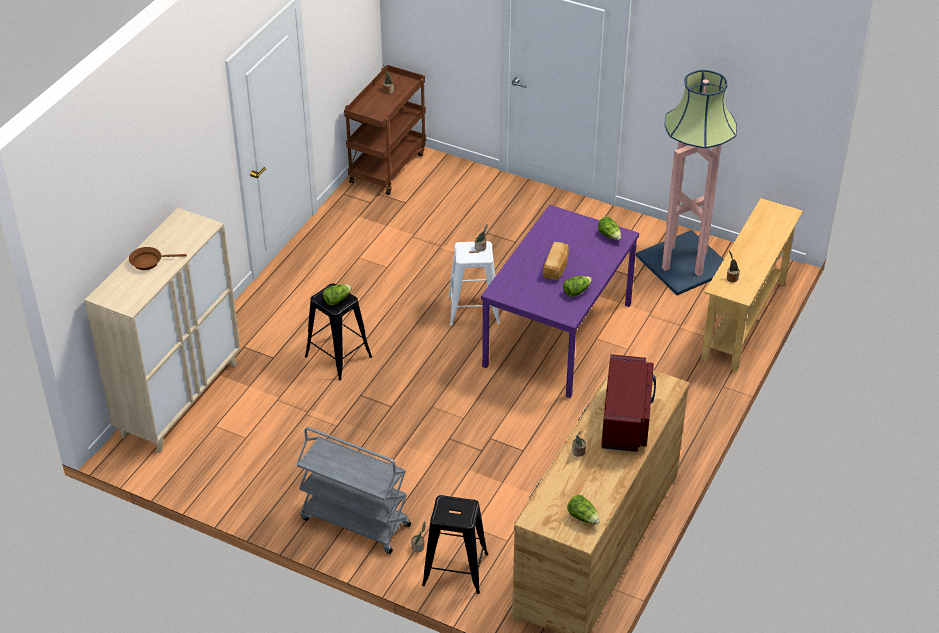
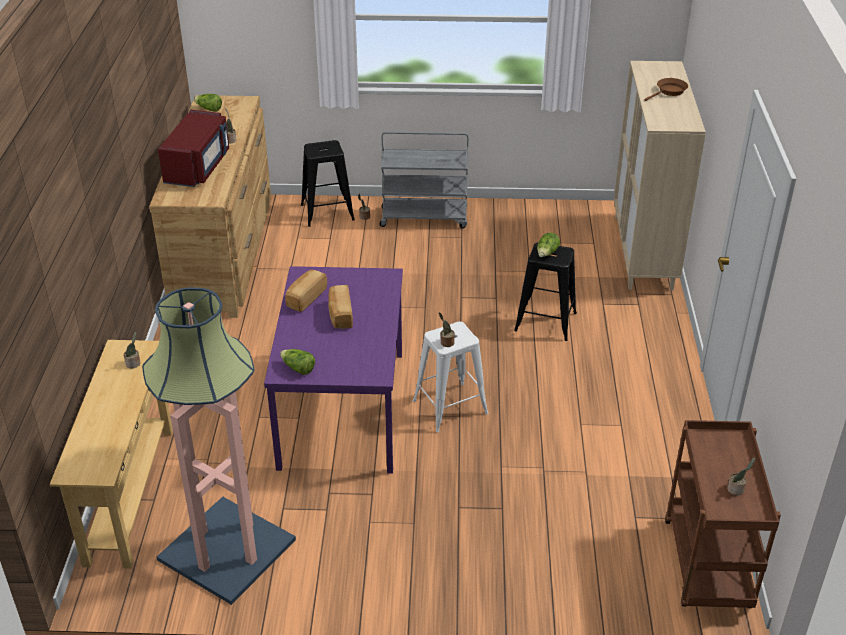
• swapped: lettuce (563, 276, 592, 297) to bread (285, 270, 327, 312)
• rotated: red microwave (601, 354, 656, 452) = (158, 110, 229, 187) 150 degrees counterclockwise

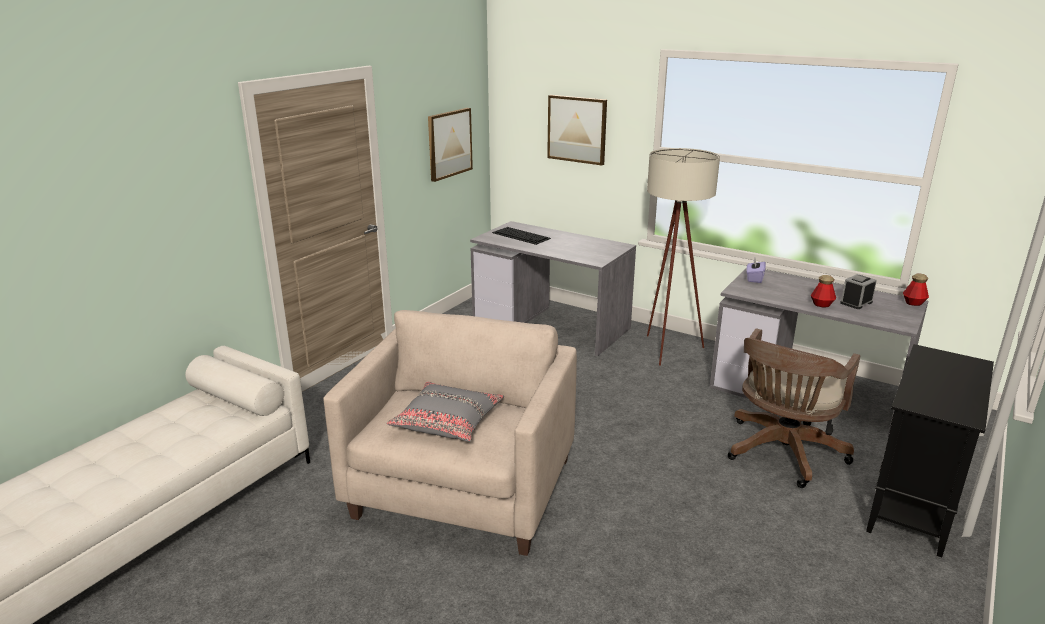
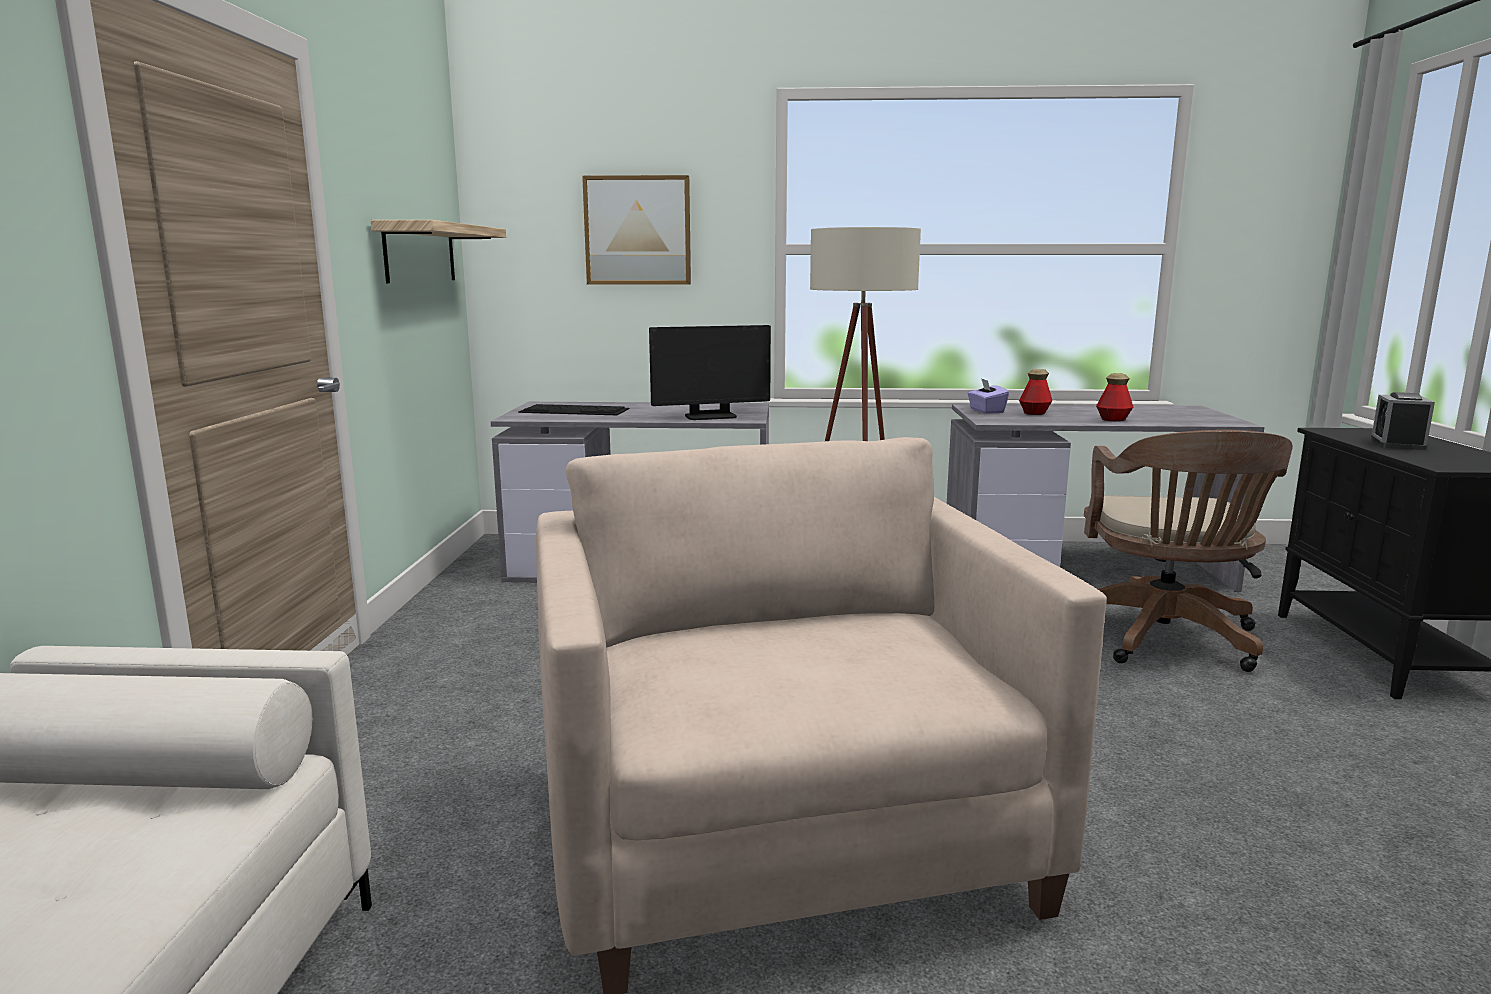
• gone: grey pillow (387, 382, 504, 442)
• swapped: picture (428, 108, 473, 182) to shelf (371, 220, 506, 283)
• shifted: alarm clock (840, 274, 877, 309) to (1371, 392, 1435, 450)
• shifted: bottle (903, 273, 929, 306) to (1019, 369, 1053, 415)
• new: monitor (649, 325, 771, 420)

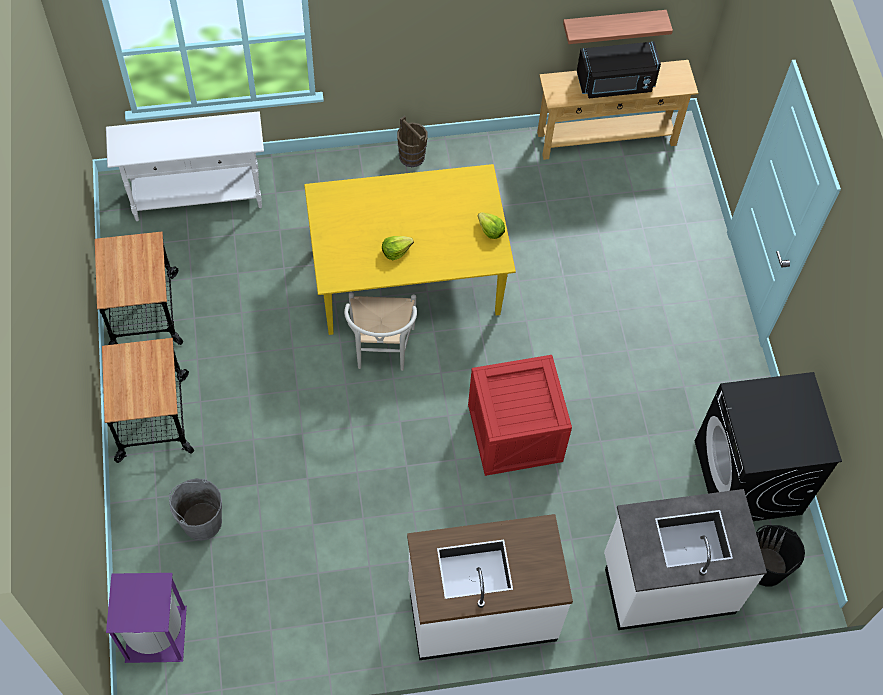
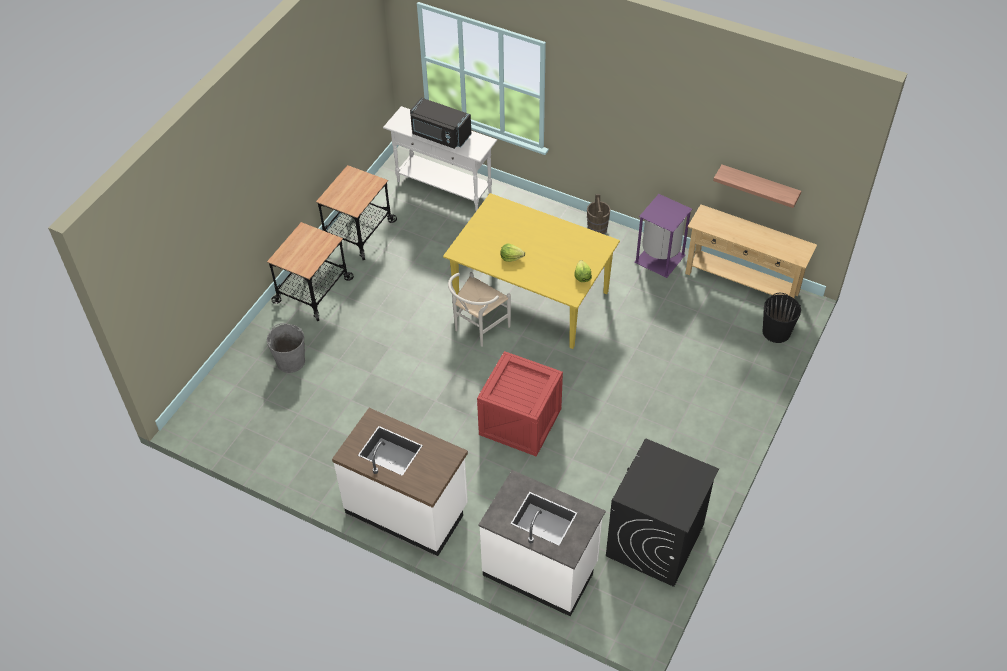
• shifted: purple trash can (106, 573, 187, 663) to (634, 194, 692, 278)
• shifted: black microwave (577, 41, 661, 98) to (410, 97, 471, 149)
• shifted: black bucket (756, 525, 805, 586) to (762, 293, 801, 343)

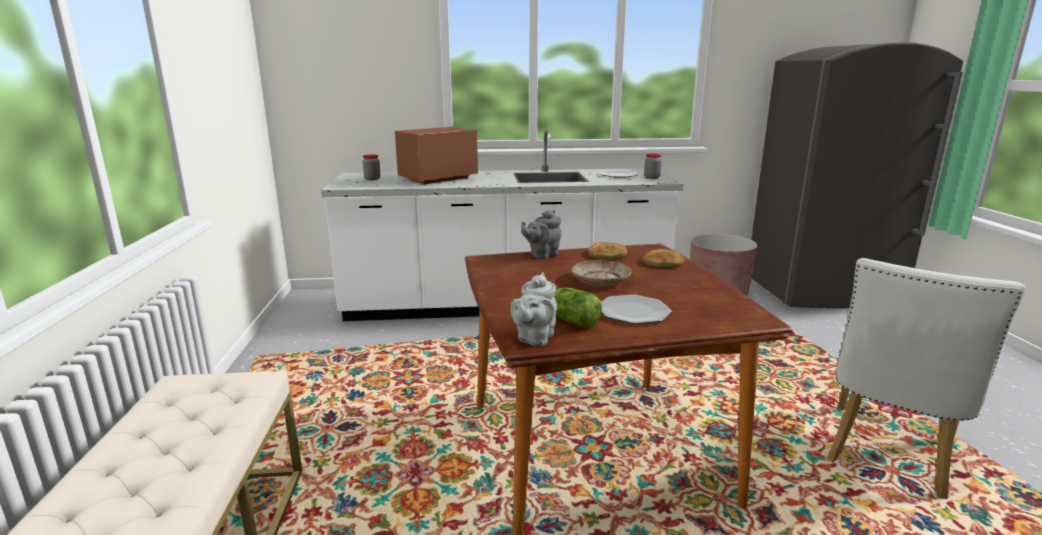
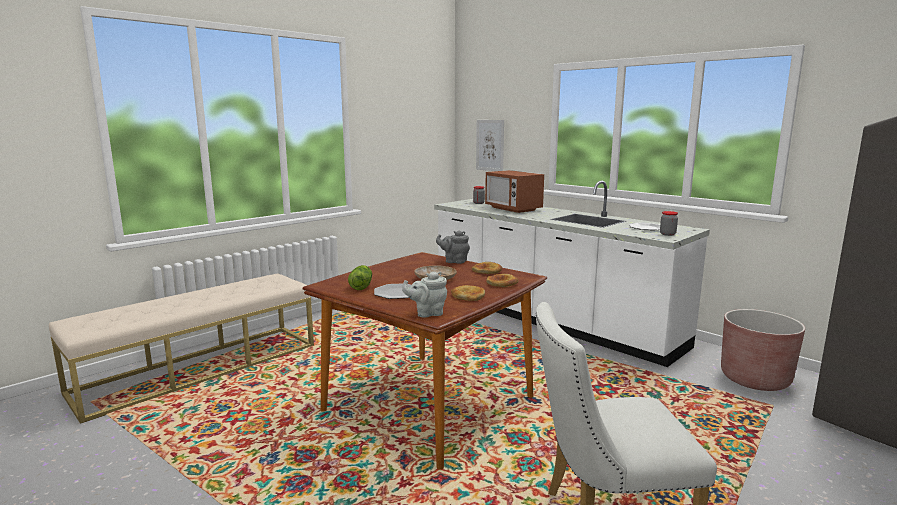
• rotated: microwave (395, 127, 478, 184) = (485, 170, 544, 213) 135 degrees counterclockwise
• shifted: grey teapot (510, 273, 557, 346) to (402, 272, 447, 318)
• new: bread (451, 285, 485, 301)
• new: picture (476, 120, 504, 171)

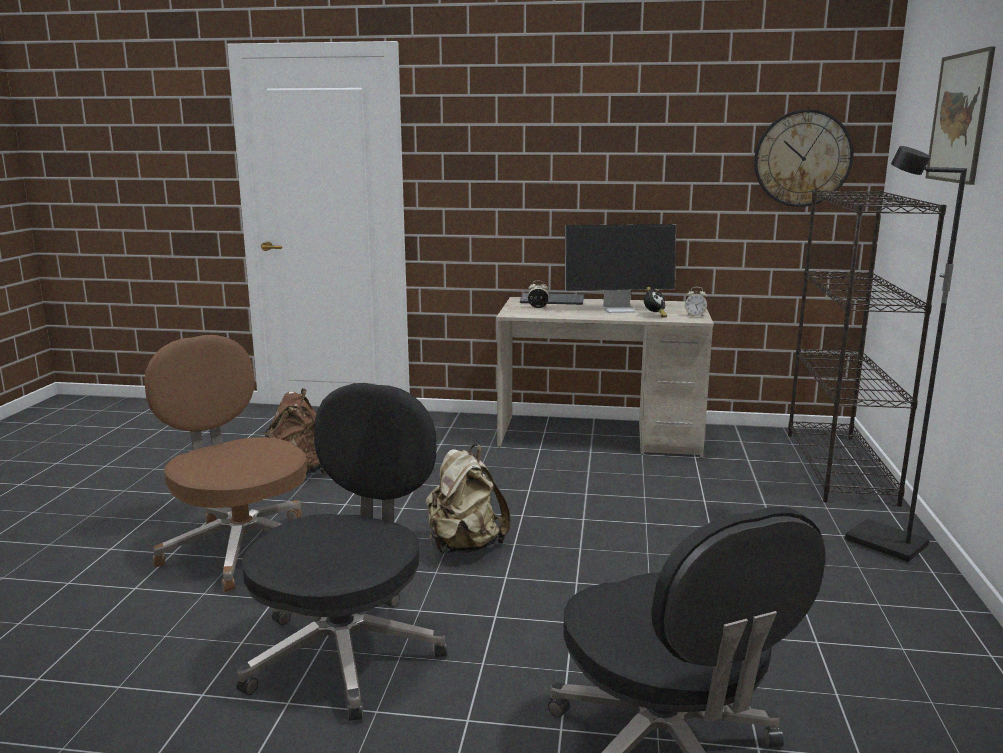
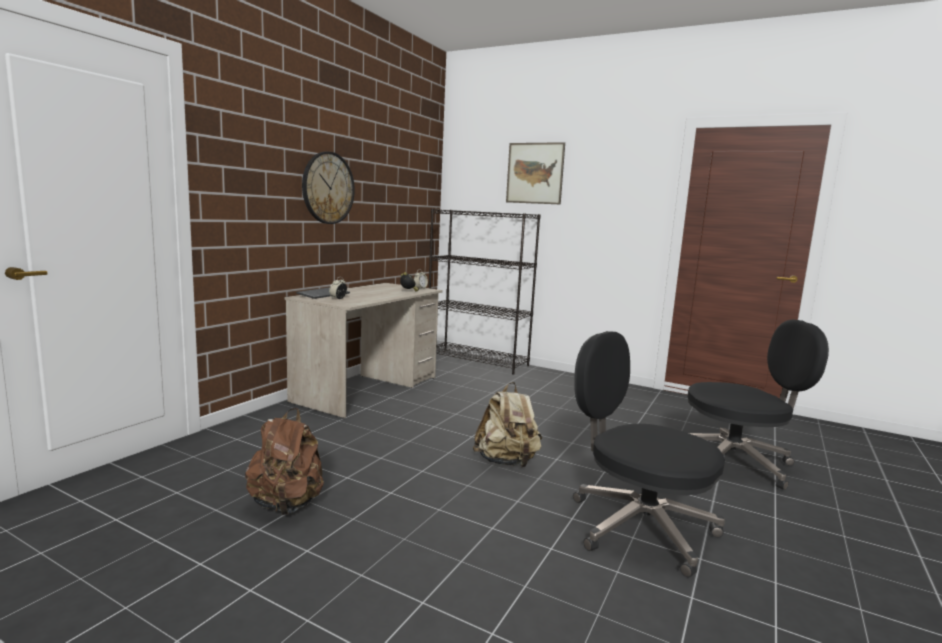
• gone: brown office chair (144, 335, 307, 592)
• gone: monitor (565, 224, 676, 313)
• shifted: wall clock (754, 109, 853, 207) to (302, 151, 355, 224)
• gone: black floor lamp (845, 146, 967, 563)

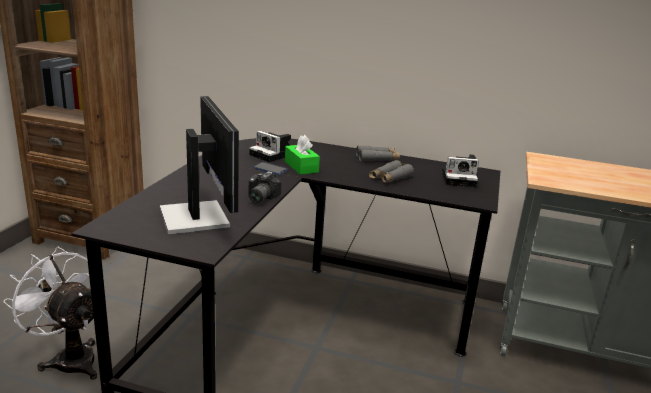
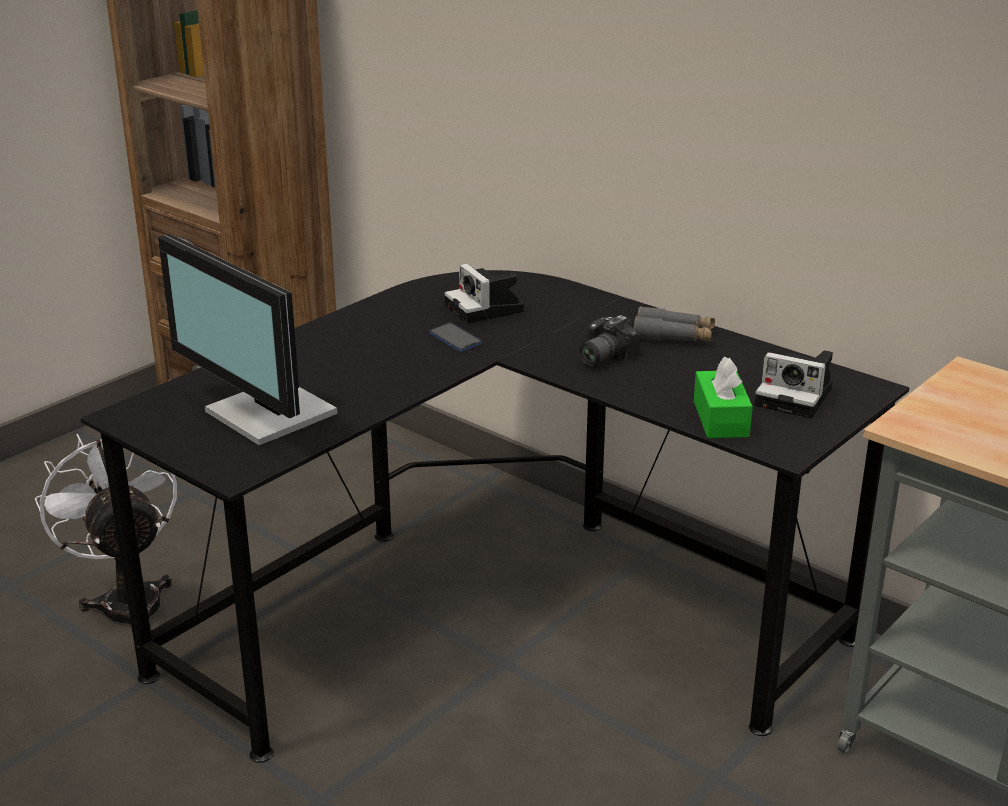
• rotated: monitor (160, 96, 239, 234) = (158, 234, 338, 445) 135 degrees clockwise
• shifted: photo camera (248, 171, 281, 203) to (579, 315, 640, 365)
• shifted: green tissue box (285, 135, 320, 174) to (694, 356, 753, 438)
• gone: grey binoculars (369, 160, 414, 183)

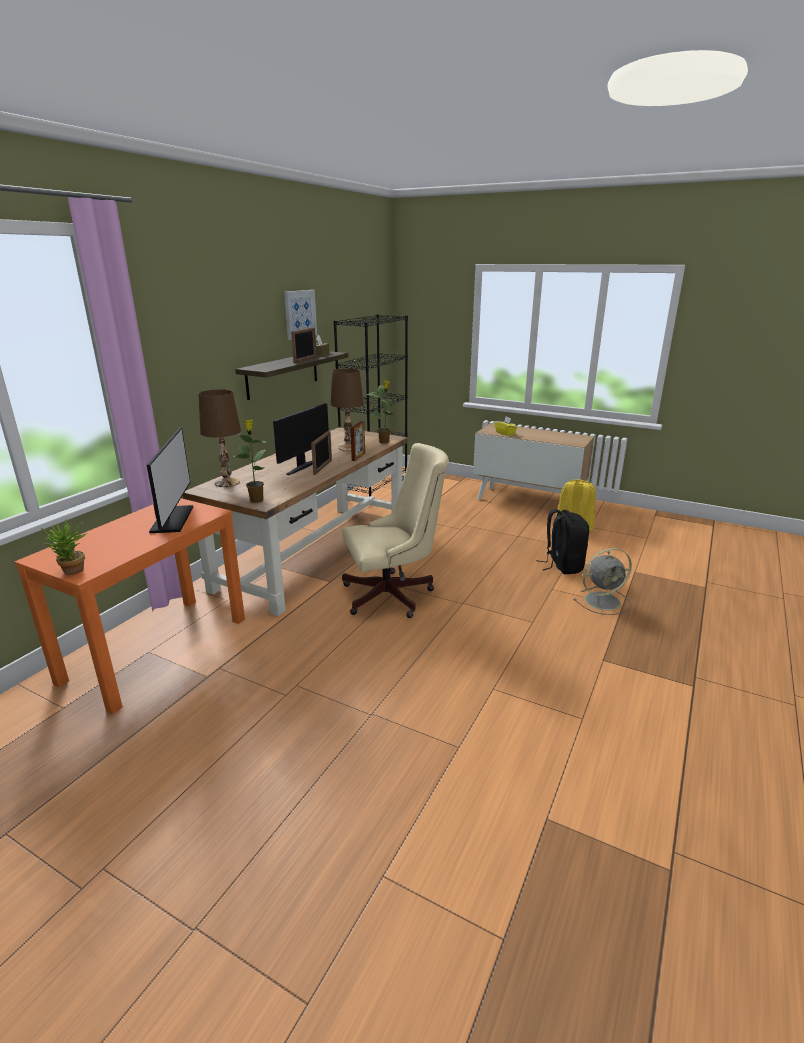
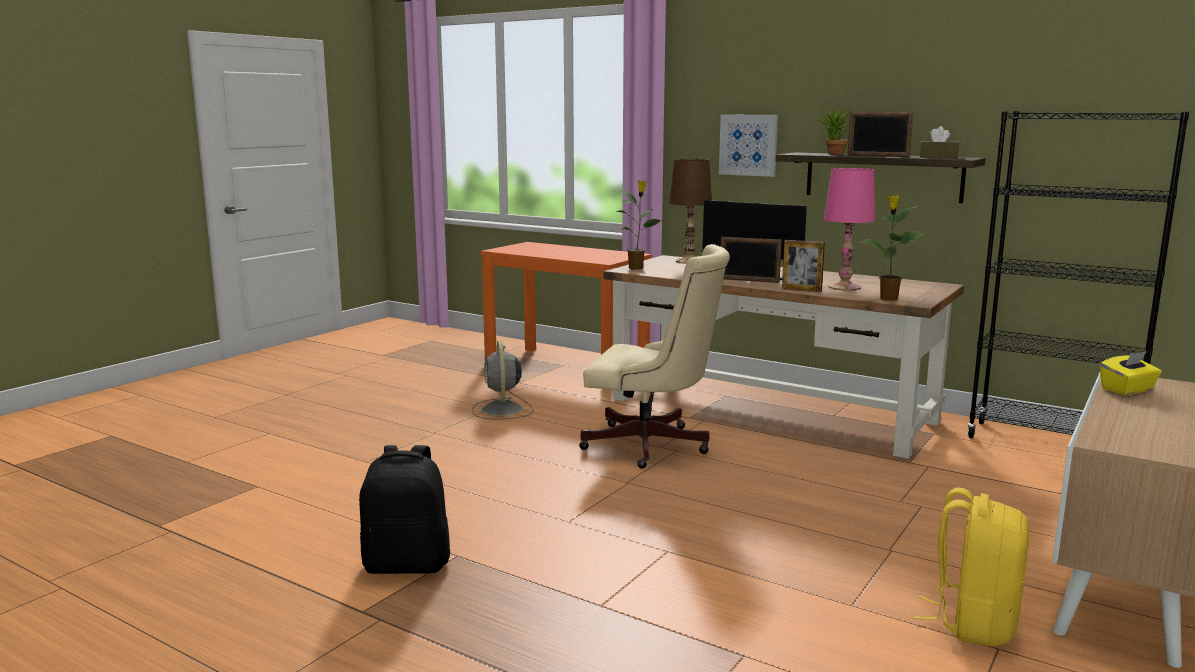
• shifted: potted plant (41, 519, 87, 575) to (817, 108, 851, 155)
• gone: monitor (147, 427, 193, 533)
• shifted: picture (284, 290, 317, 340) to (719, 115, 778, 177)
• repainted: brown table lamp (331, 368, 364, 451) to pink table lamp (824, 168, 875, 291)
• rotated: beige office chair (342, 443, 449, 618) = (579, 244, 730, 469) 60 degrees counterclockwise
• shifted: black backpack (537, 509, 589, 574) to (359, 445, 450, 574)
• shifted: grey fan (574, 548, 632, 615) to (472, 340, 534, 420)

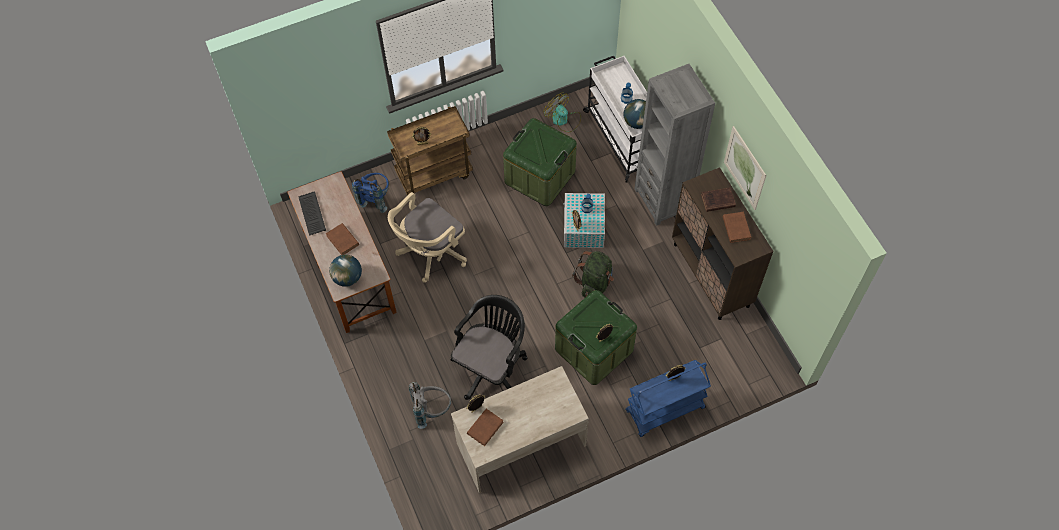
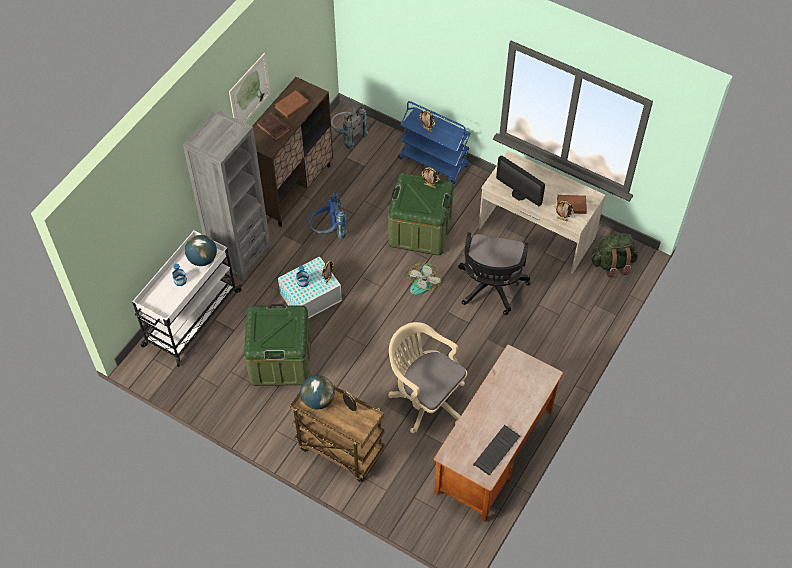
• gone: brown book (326, 223, 359, 255)
• shifted: globe (329, 255, 362, 287) to (300, 375, 334, 410)
• shifted: blue backpack (352, 173, 389, 213) to (309, 193, 347, 239)
• rotated: beige office chair (388, 192, 467, 283) = (389, 322, 467, 433) 150 degrees counterclockwise
• shifted: grey backpack (409, 382, 451, 429) to (331, 107, 368, 149)
• rotated: black office chair (451, 295, 527, 400) = (458, 232, 530, 315) 75 degrees counterclockwise
• shifted: fan (543, 93, 581, 132) to (405, 263, 442, 295)
• shifted: green backpack (572, 251, 614, 297) to (591, 233, 638, 277)
• new: monitor (496, 155, 545, 207)

